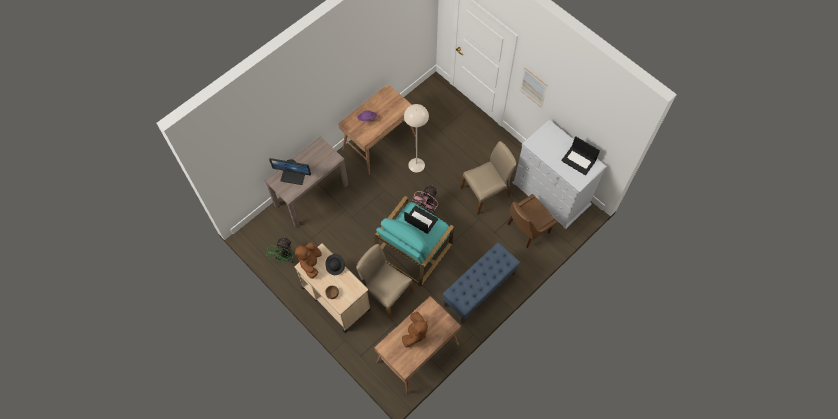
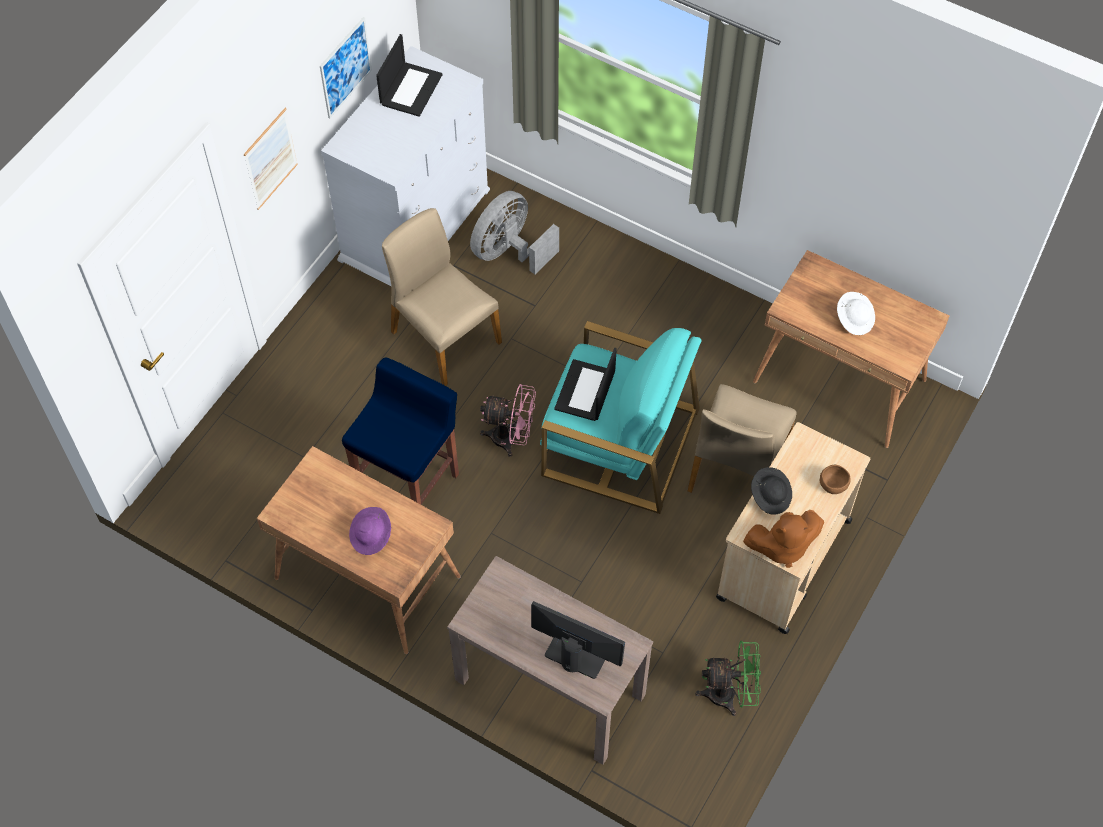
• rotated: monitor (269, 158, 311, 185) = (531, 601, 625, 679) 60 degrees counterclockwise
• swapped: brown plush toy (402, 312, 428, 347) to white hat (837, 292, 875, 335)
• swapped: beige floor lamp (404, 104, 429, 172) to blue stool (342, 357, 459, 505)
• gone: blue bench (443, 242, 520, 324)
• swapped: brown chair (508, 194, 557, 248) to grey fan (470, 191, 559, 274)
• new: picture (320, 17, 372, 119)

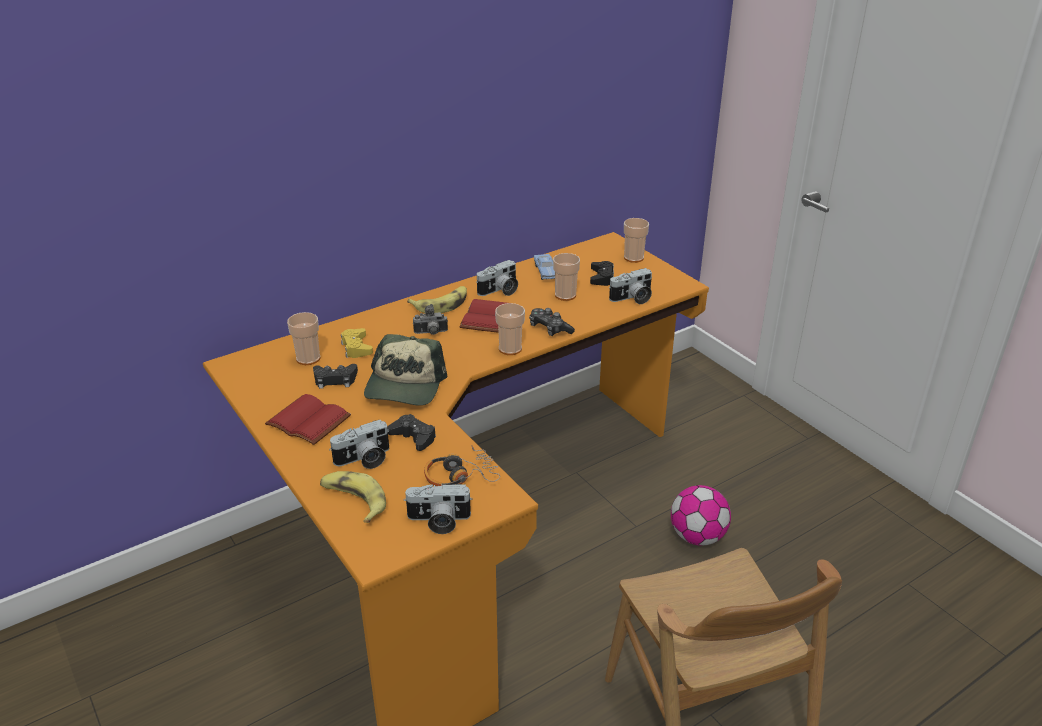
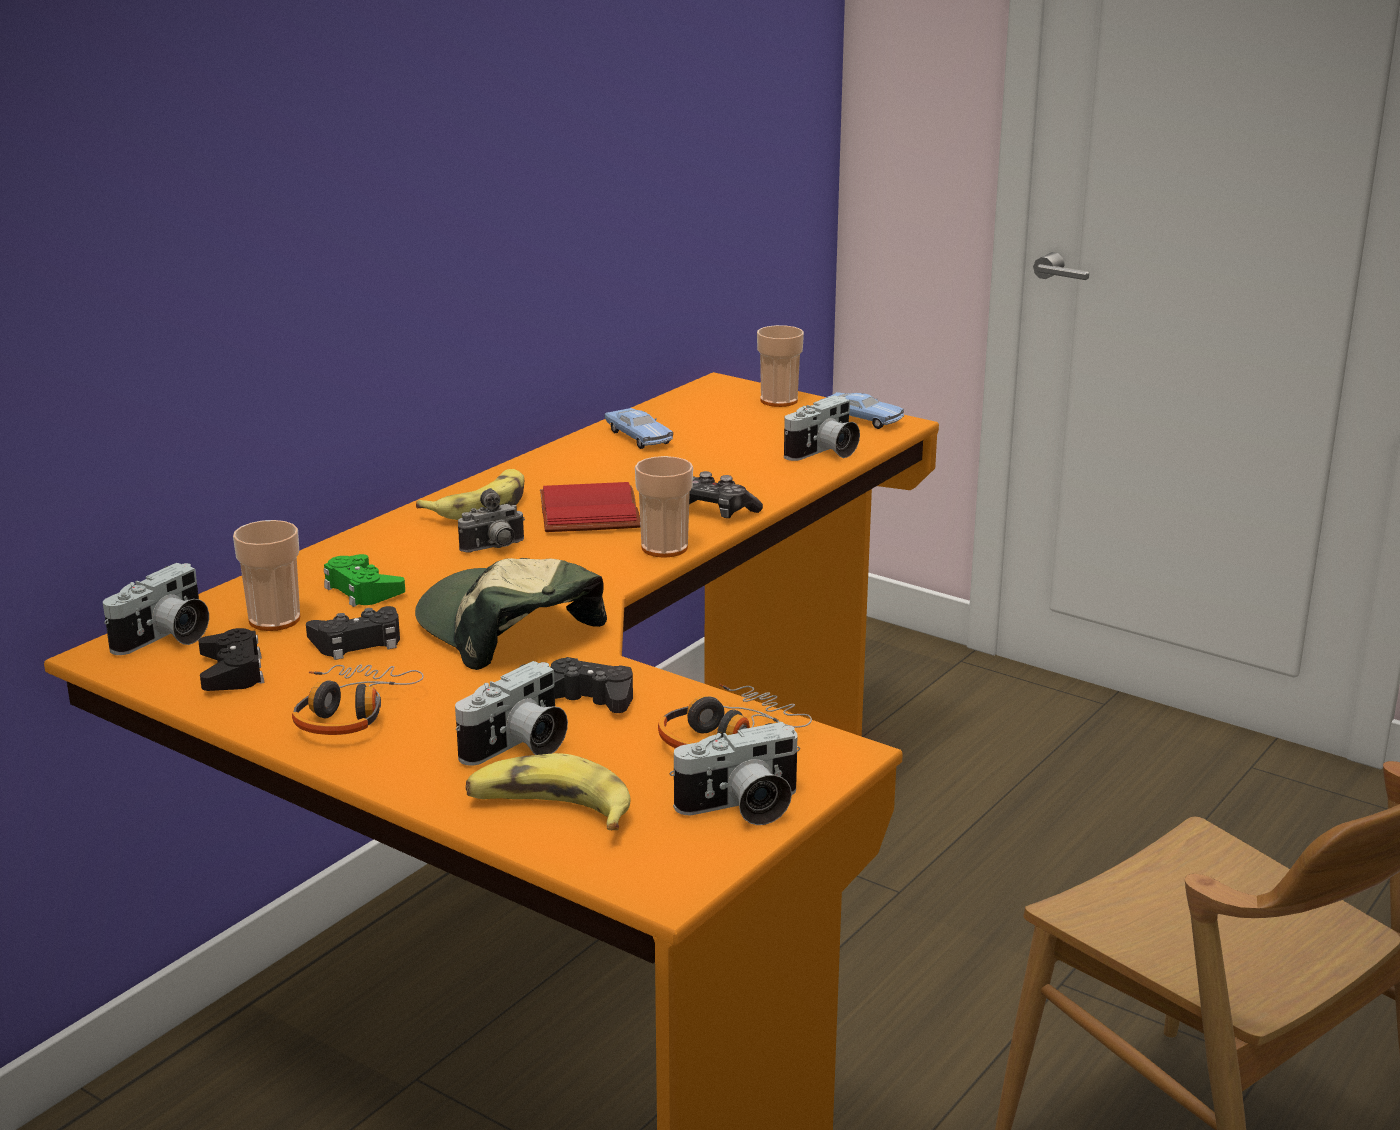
• swapped: red book (265, 394, 351, 445) to headphones (292, 664, 424, 735)
• repainted: yellow game controller (341, 328, 373, 358) to green game controller (324, 554, 405, 607)
• rotated: cap (364, 334, 447, 406) = (415, 558, 607, 670) 150 degrees clockwise
• shifted: photo camera (476, 260, 518, 296) to (103, 563, 209, 655)
• gone: cup (553, 253, 580, 301)
• shifted: black game controller (590, 261, 614, 286) to (198, 628, 264, 691)
• gone: football (671, 485, 731, 546)
• new: blue toy car (821, 392, 904, 429)

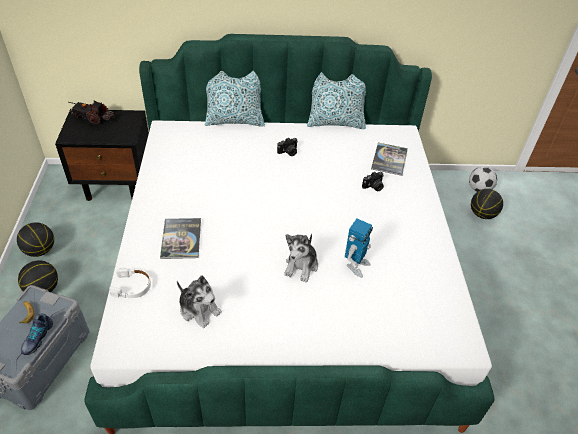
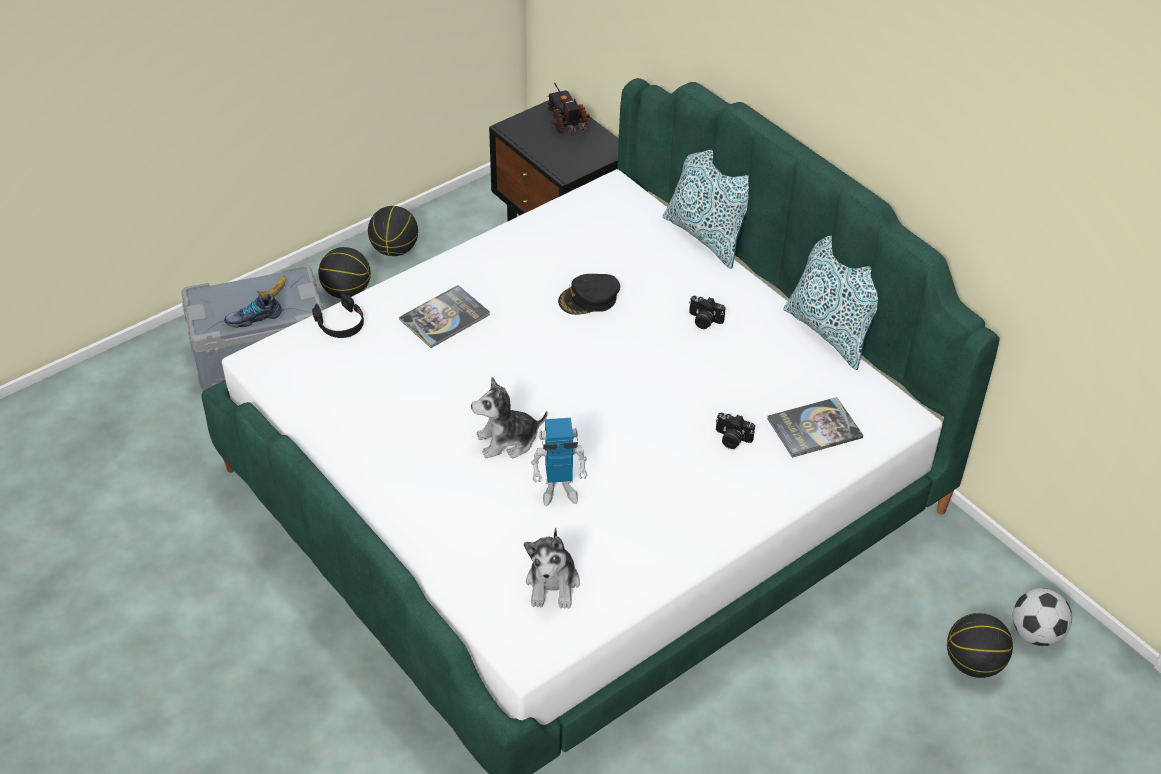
• repainted: white headphones (109, 268, 151, 298) to black headphones (312, 294, 364, 338)
• shifted: plush toy (177, 275, 222, 328) to (524, 528, 580, 609)
• new: black cap (558, 274, 620, 315)

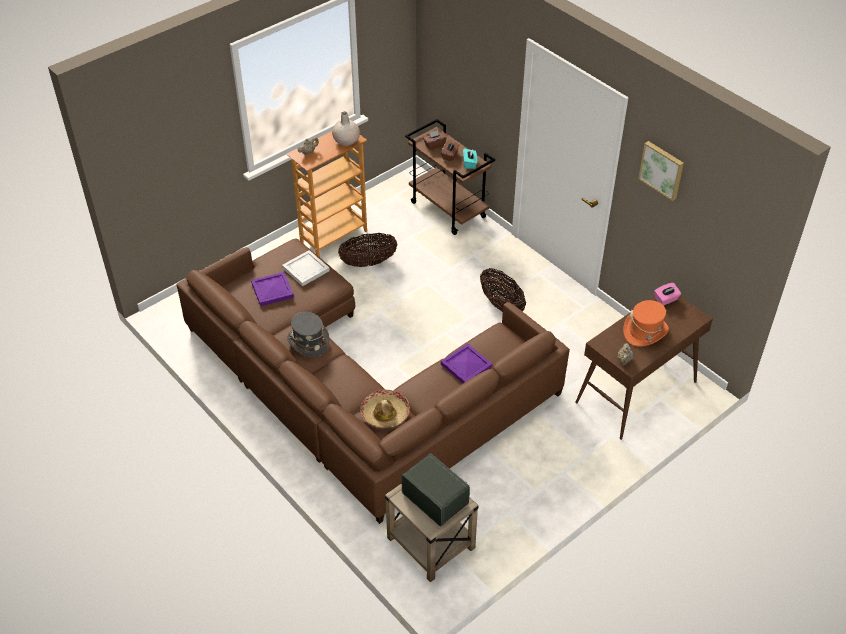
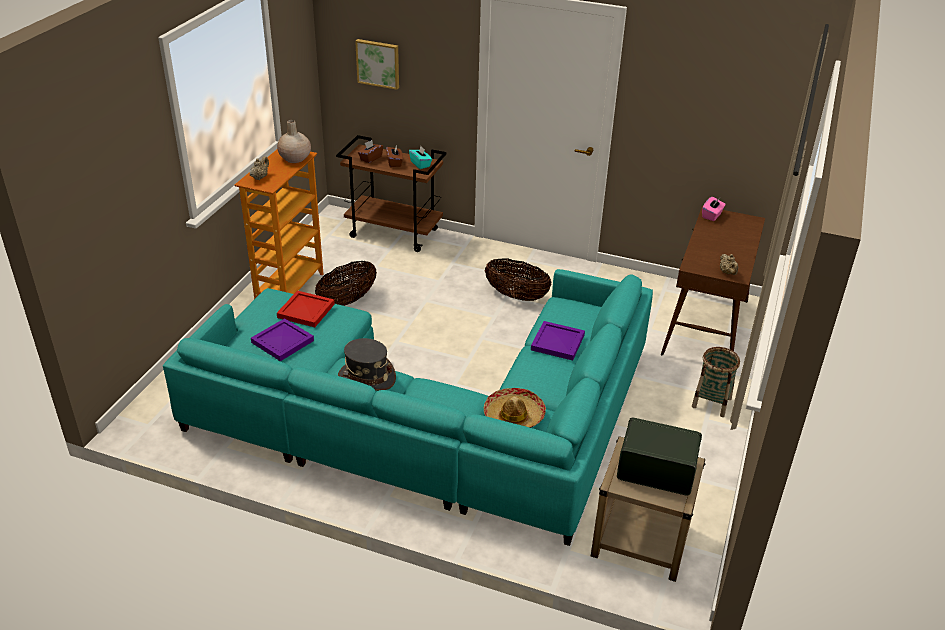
• repainted: brown sofa (176, 238, 570, 524) to turquoise sofa (163, 269, 653, 546)
• repainted: white tray (282, 250, 330, 286) to red tray (277, 291, 335, 327)
• gone: orange hat (623, 300, 669, 346)
• shifted: picture (638, 141, 684, 201) to (355, 39, 399, 90)
• new: basket (692, 347, 740, 417)

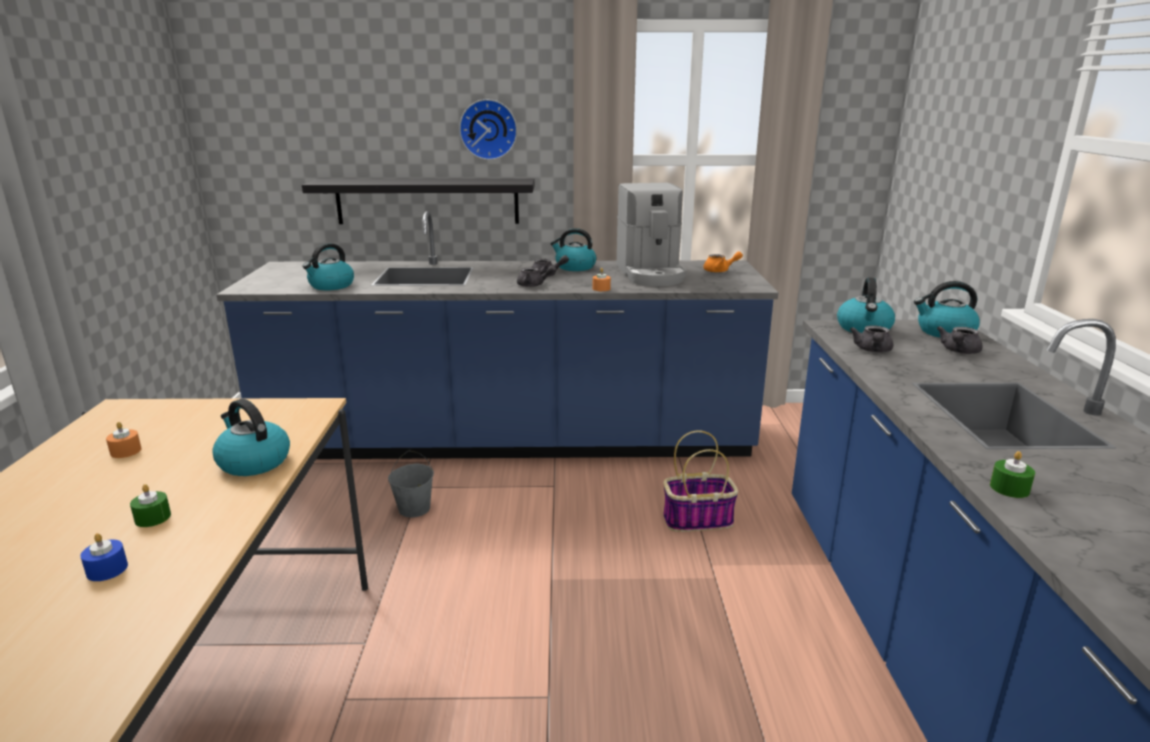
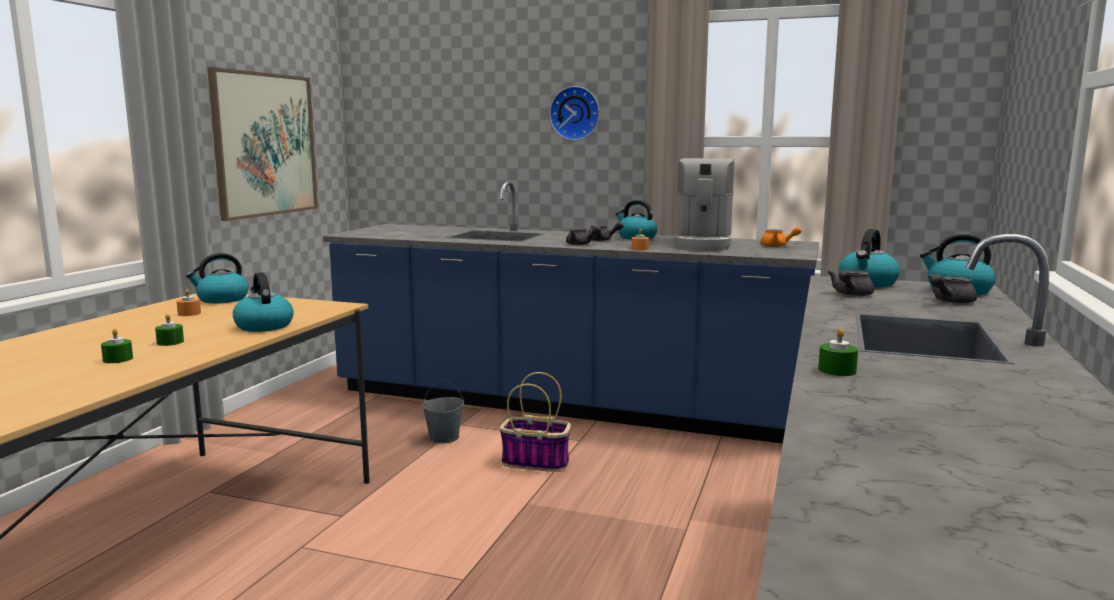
• repainted: blue candle (80, 533, 128, 581) to green candle (101, 328, 133, 363)
• gone: black shelf (302, 178, 535, 224)
• shifted: kettle (302, 243, 354, 290) to (186, 253, 249, 303)
• shifted: basket (663, 430, 739, 532) to (500, 372, 571, 472)
• new: picture (207, 67, 318, 221)

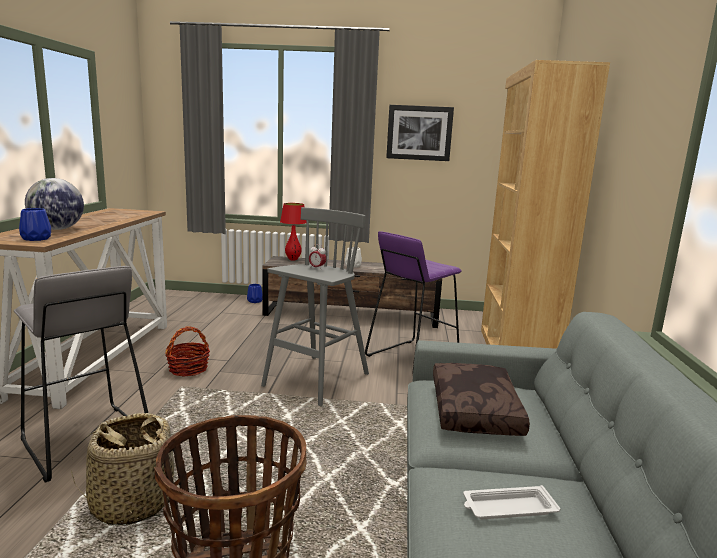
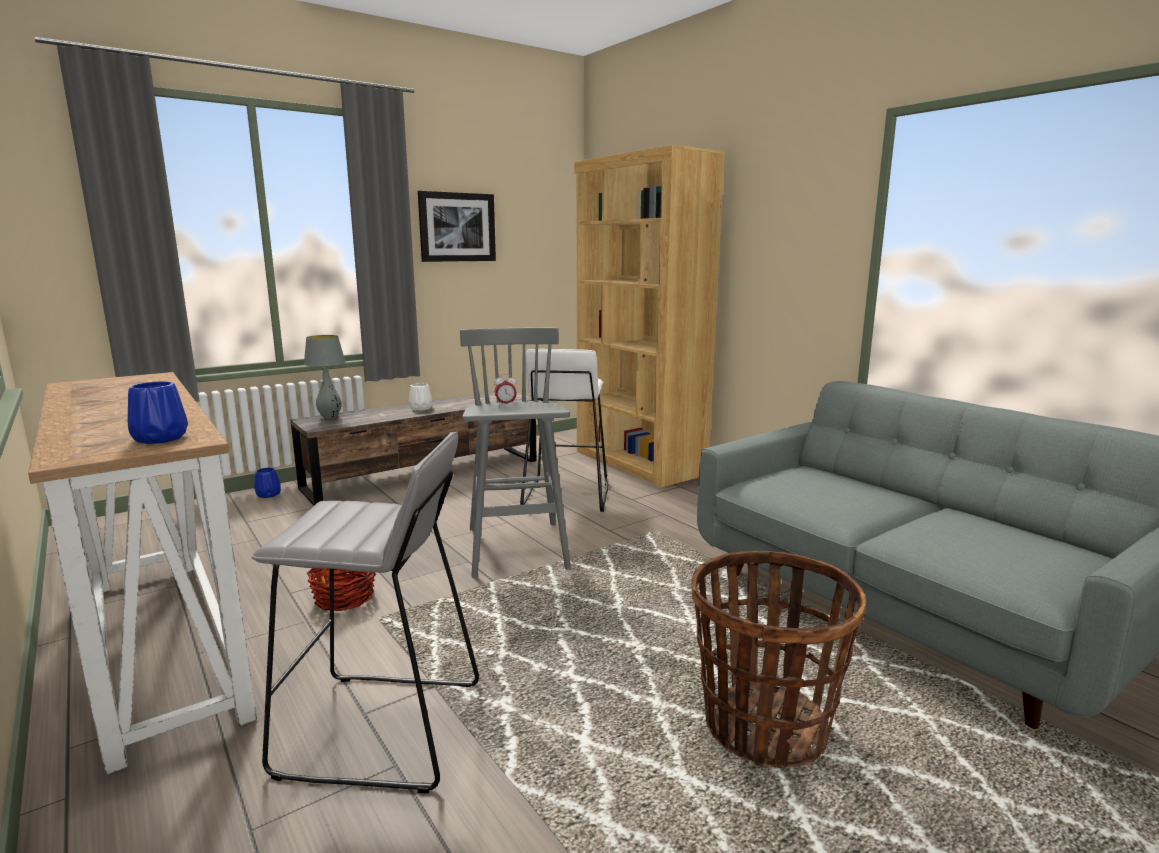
• gone: globe (25, 178, 84, 230)
• gone: basket (71, 413, 174, 526)
• repainted: red table lamp (280, 203, 307, 261) to grey table lamp (304, 335, 346, 419)
• repainted: purple stool (365, 231, 462, 368) to white stool (520, 349, 609, 512)
• gone: brown pillow (433, 363, 530, 436)
• gone: white tray (463, 485, 561, 519)

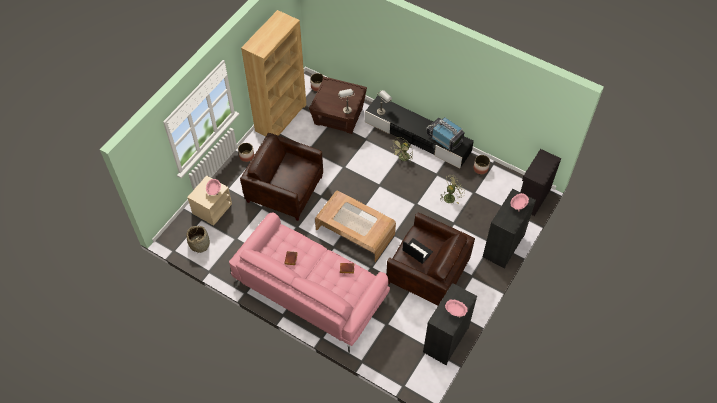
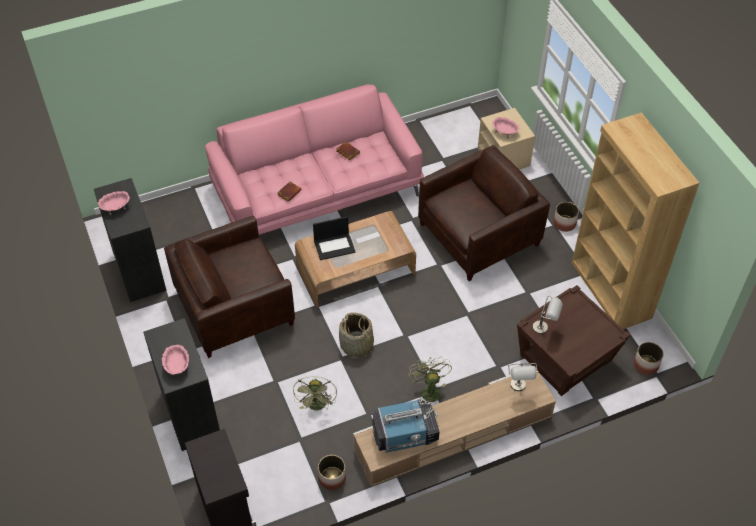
• shifted: basket (187, 224, 210, 254) to (339, 313, 375, 357)
• repainted: black tv stand (365, 96, 474, 168) to beige tv stand (353, 367, 556, 487)
• shifted: laptop (403, 238, 433, 263) to (313, 216, 355, 260)

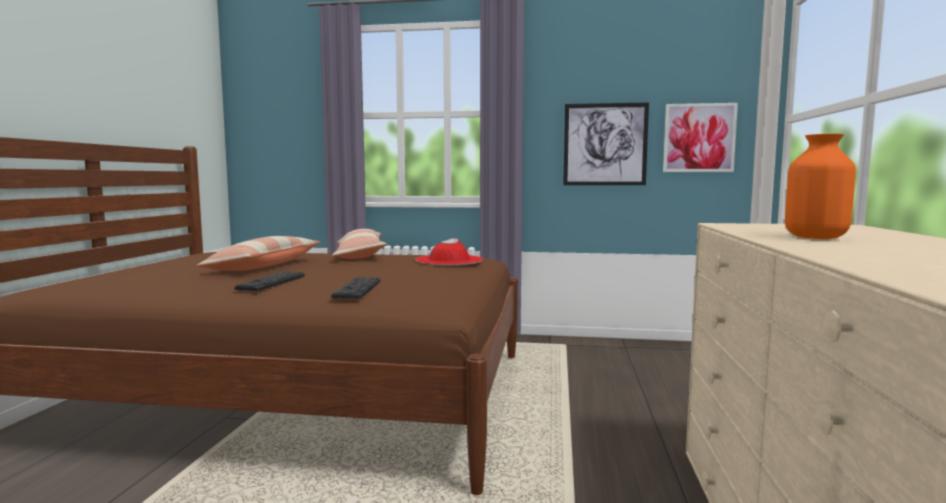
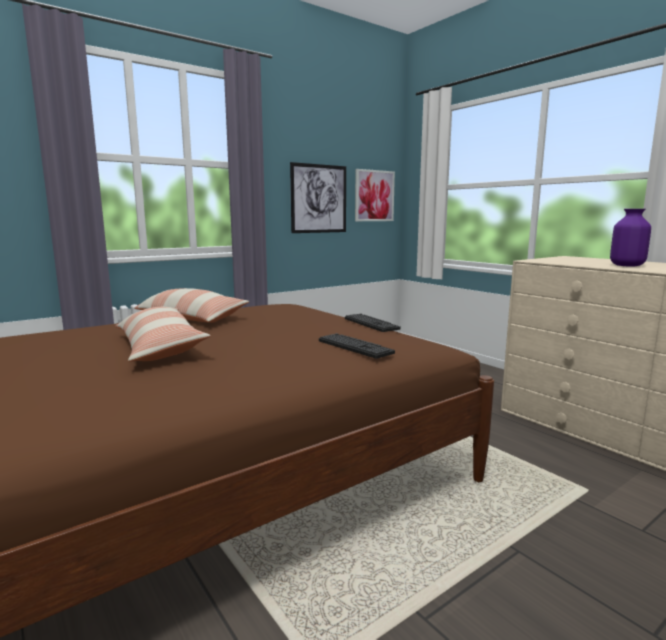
• shifted: keyboard (235, 271, 305, 291) to (345, 314, 401, 332)
• gone: red hat (415, 238, 483, 265)
• repainted: orange vase (785, 134, 856, 239) to purple vase (610, 209, 651, 267)

